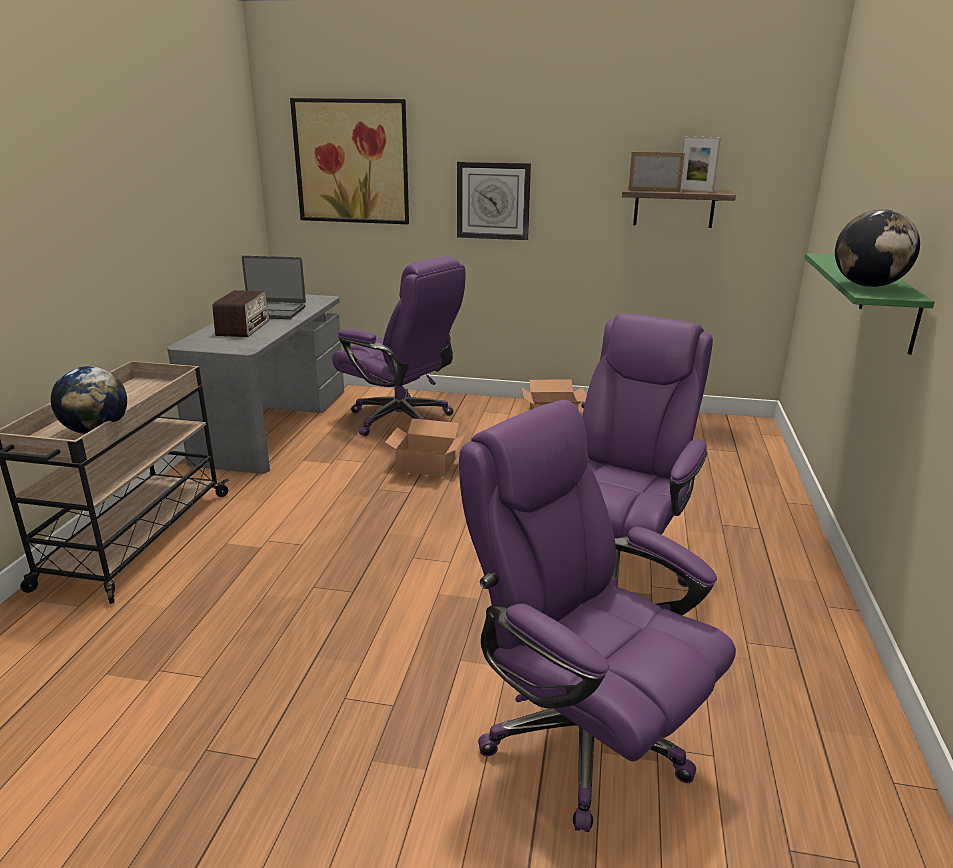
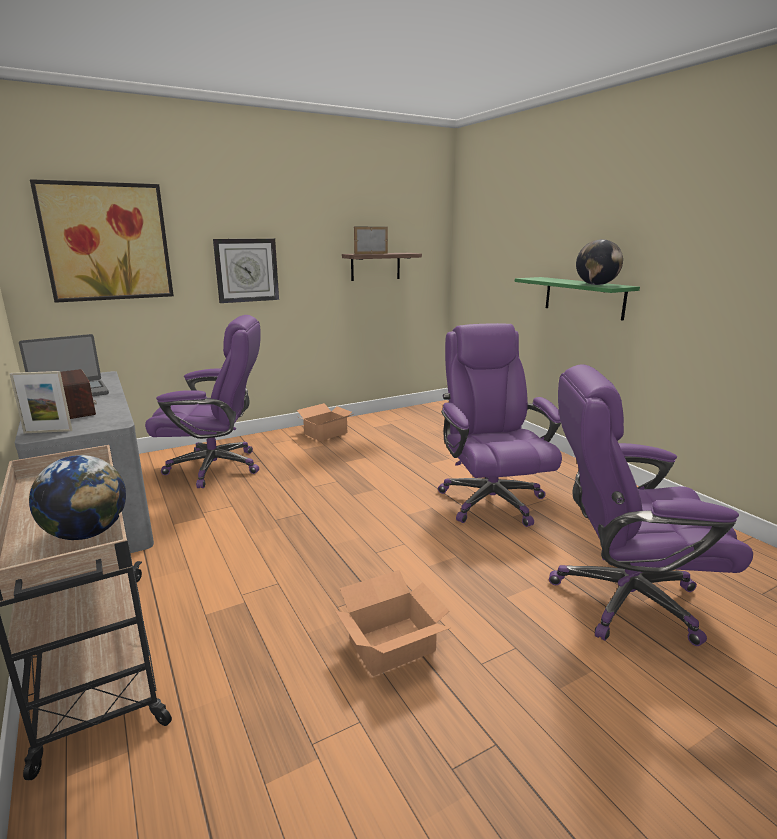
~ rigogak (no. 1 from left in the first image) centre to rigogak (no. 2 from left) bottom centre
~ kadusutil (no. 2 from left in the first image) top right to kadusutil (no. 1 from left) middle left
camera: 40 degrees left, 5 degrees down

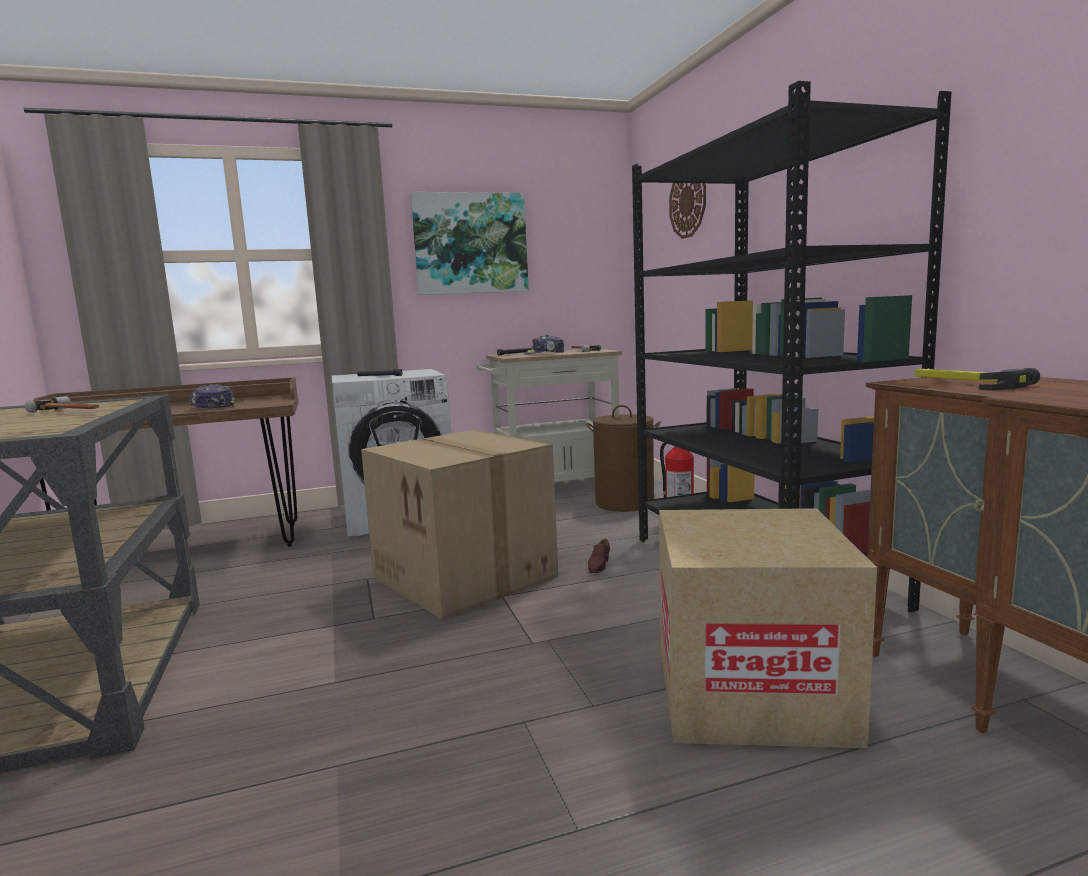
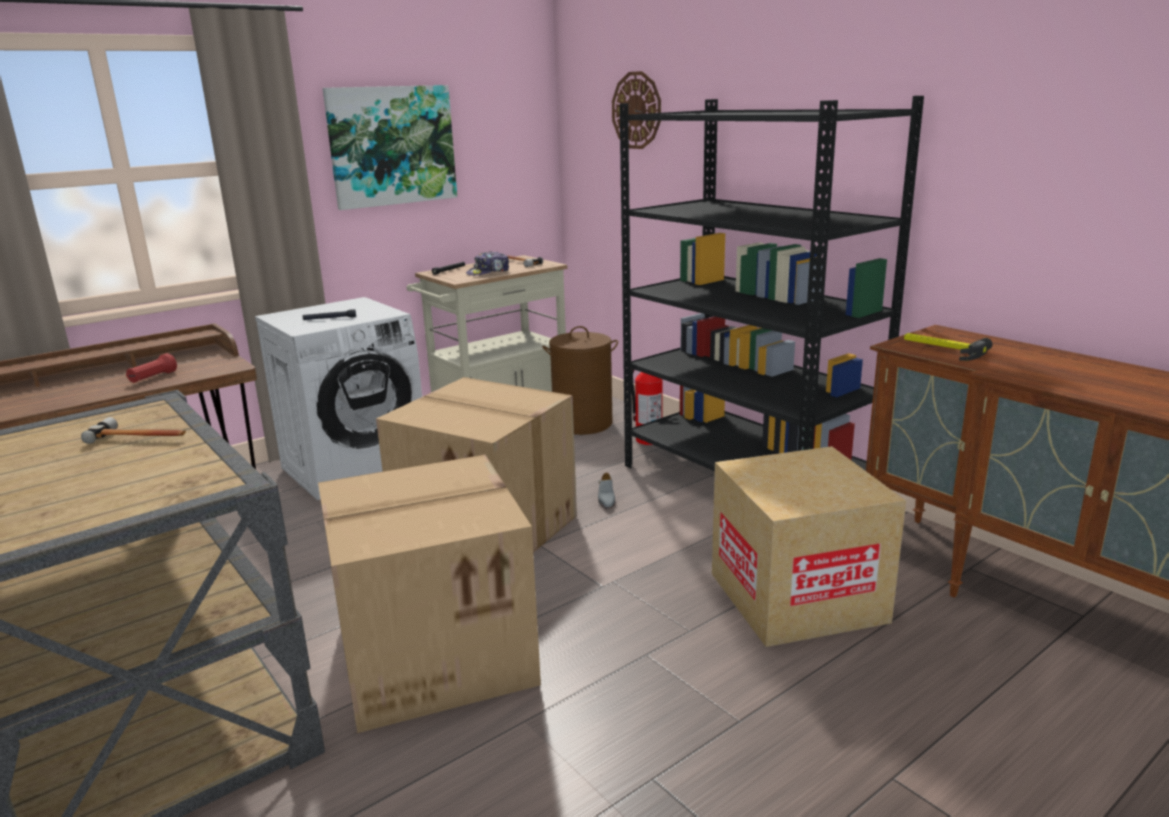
+ rigogak (no. 1 from left) bottom centre
~ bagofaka (no. 1 from left) middle left to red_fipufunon middle left
~ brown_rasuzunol centre to grey_rasuzunol centre
camera: 20 degrees left, 10 degrees up

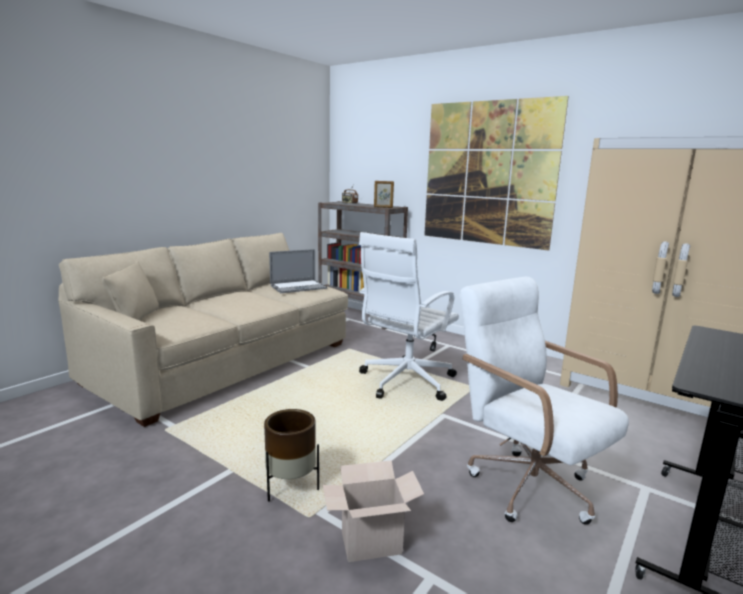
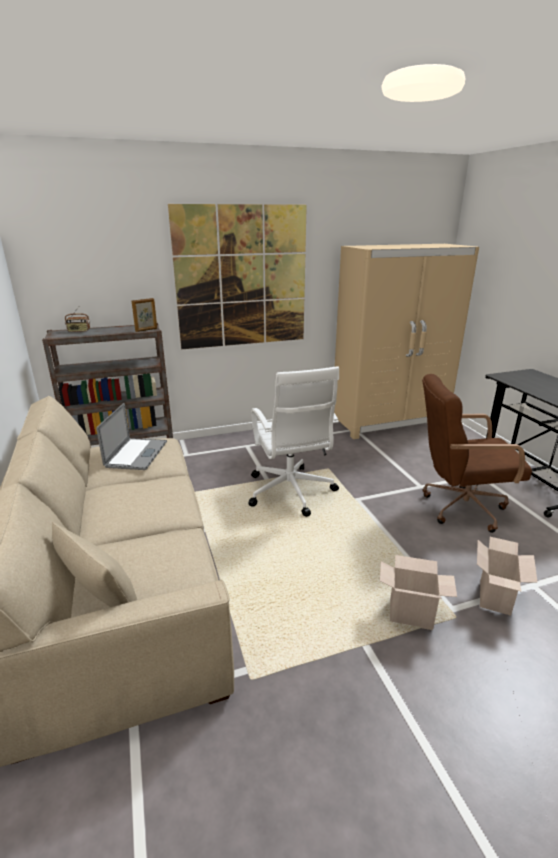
~ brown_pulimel bottom centre to rigogak (no. 1 from left) bottom right
~ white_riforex (no. 2 from left) bottom right to brown_riforex middle right
camera: 55 degrees left, 10 degrees up

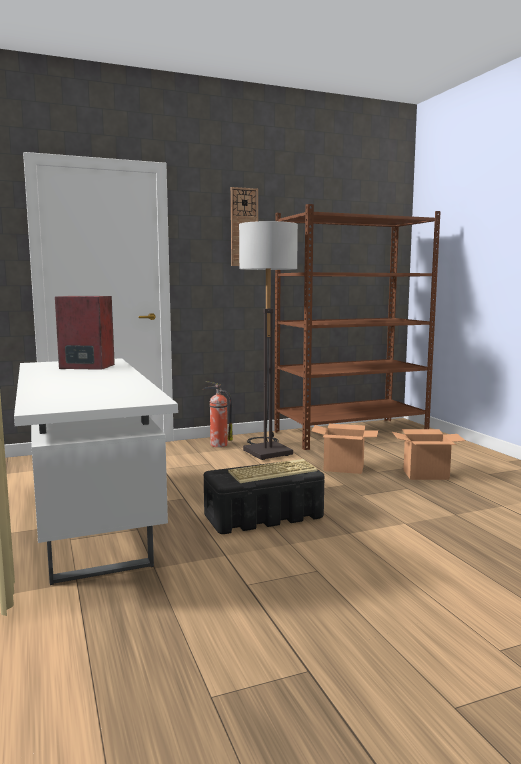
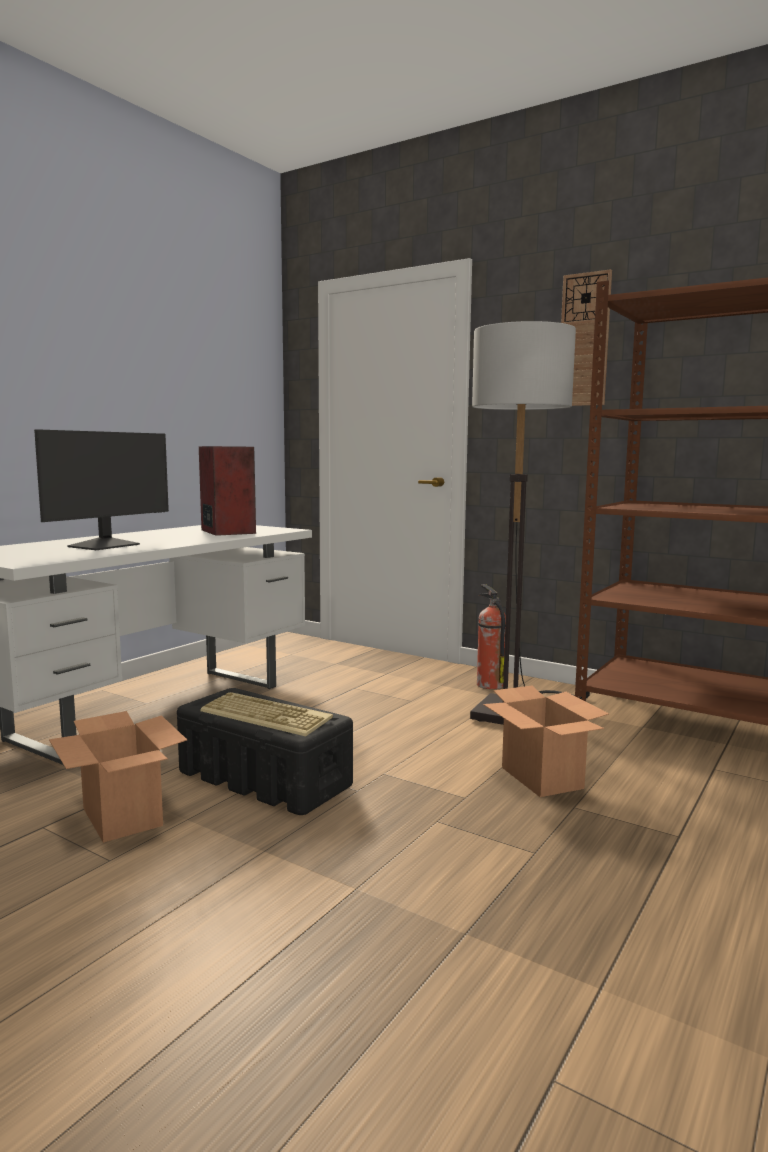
+ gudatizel middle left
~ rigogak (no. 2 from left in the first image) middle right to rigogak (no. 1 from left) bottom left
camera: 55 degrees right, 0 degrees up

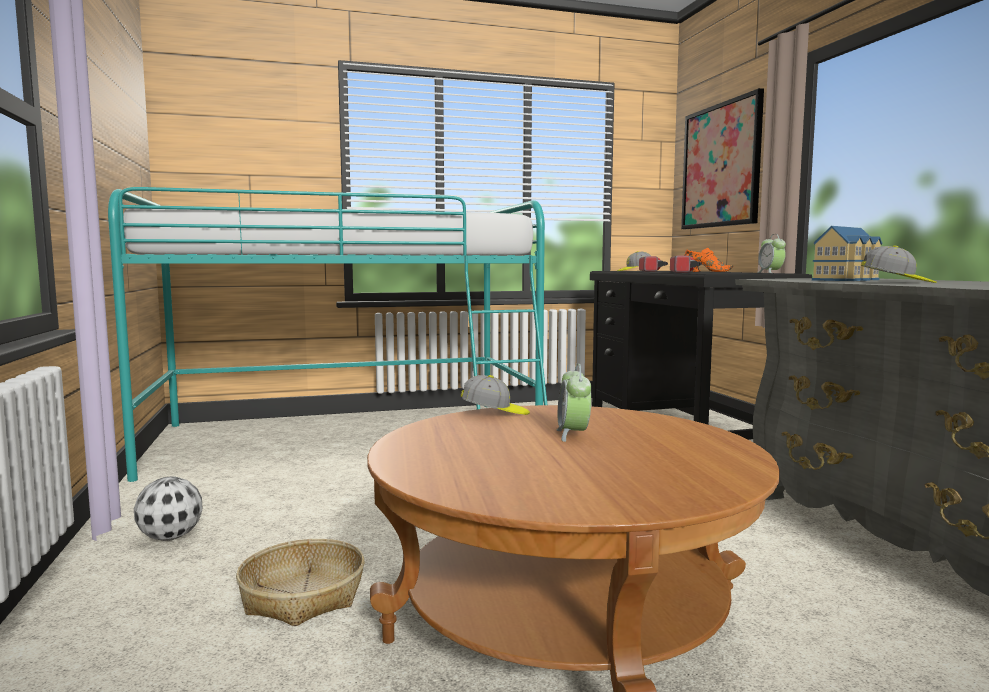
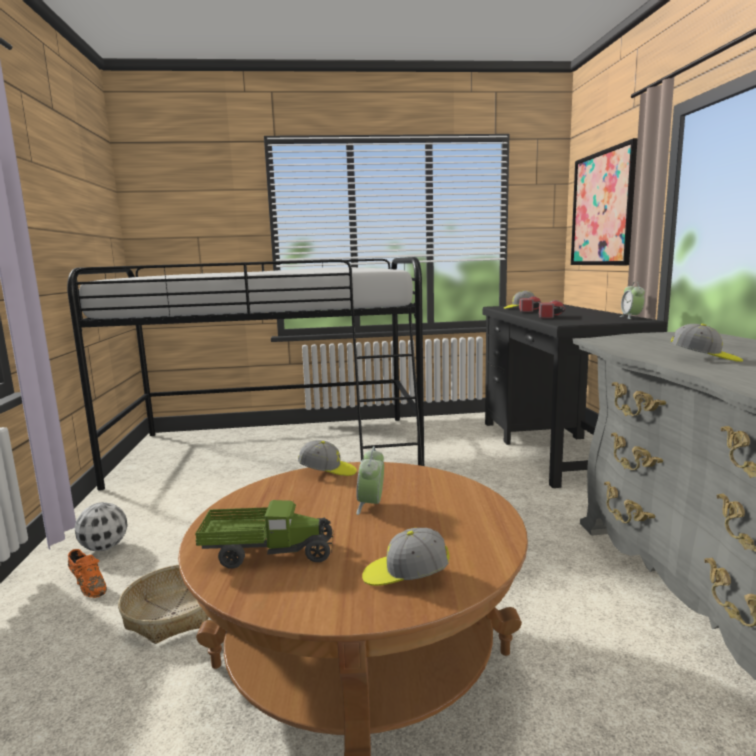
- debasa middle right
+ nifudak bottom centre
+ bagofaka (no. 2 from left) bottom centre
~ orange_rasuzunol middle right to bottom left
~ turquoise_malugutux middle left to black_malugutux middle left
camera: 10 degrees right, 5 degrees up

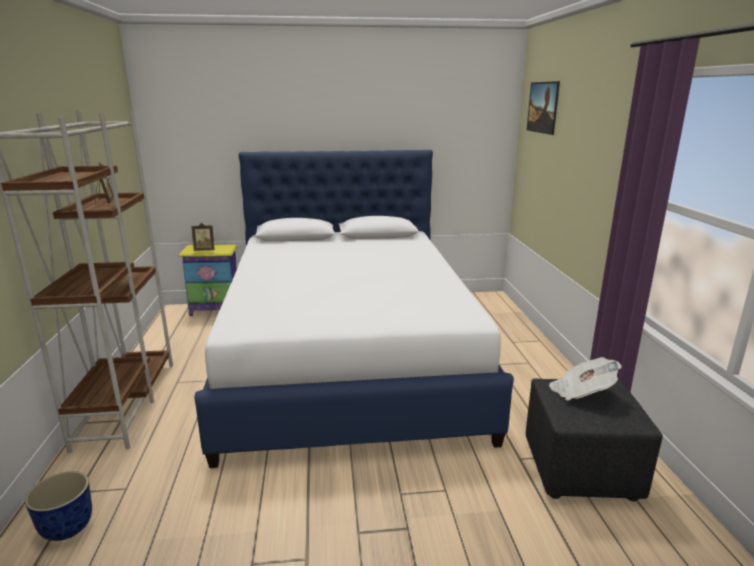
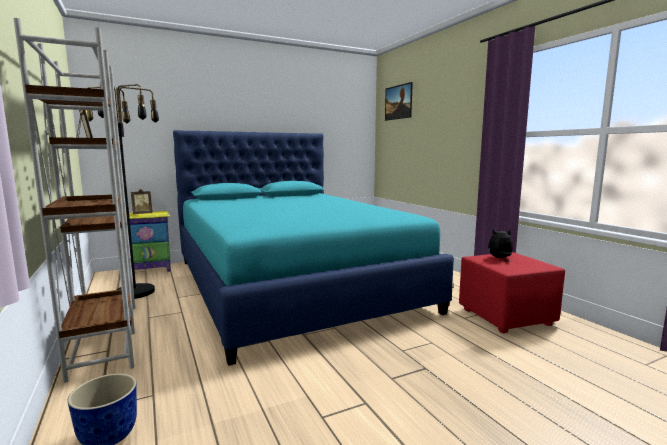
+ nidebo middle left
~ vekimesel bottom right to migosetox middle right
~ white_malugutux centre to turquoise_malugutux centre
~ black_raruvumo bottom right to red_raruvumo middle right
camera: 20 degrees left, 10 degrees down

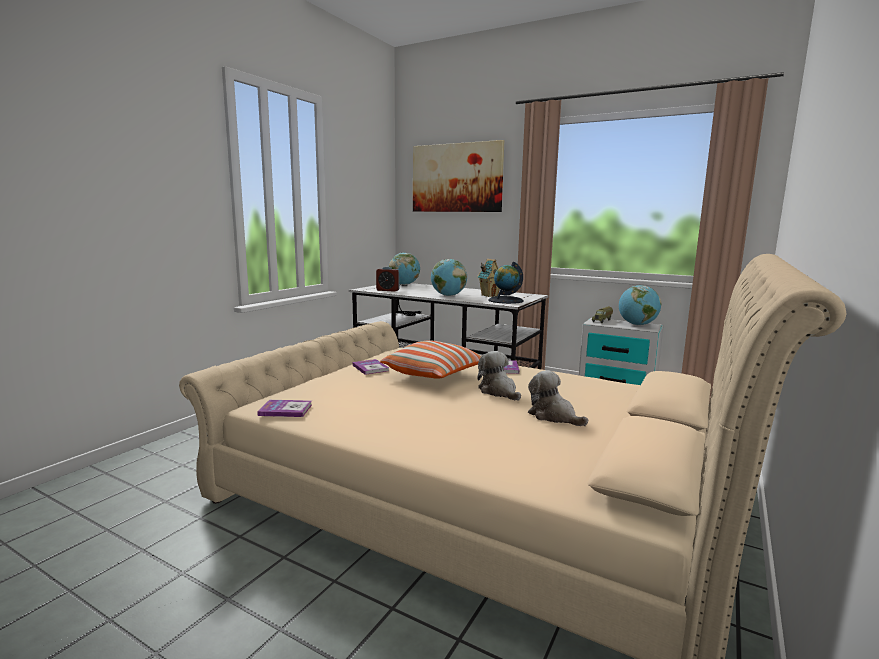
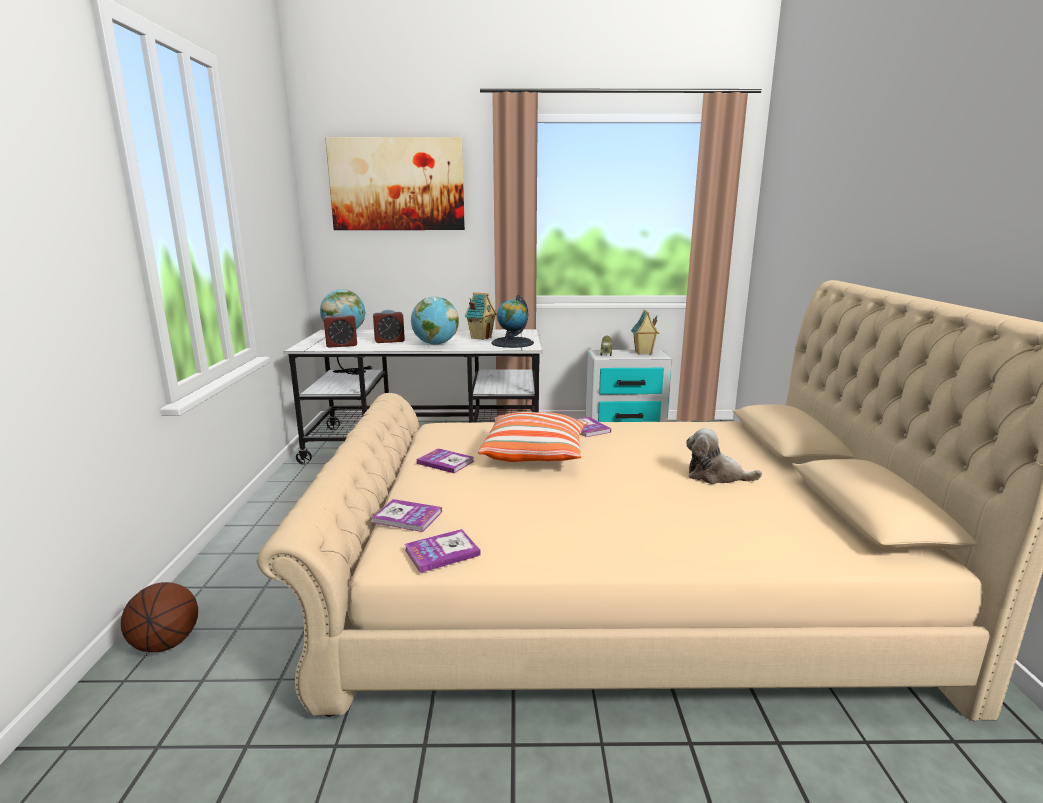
- migosetox (no. 1 from left) centre
+ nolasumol bottom left
+ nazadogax (no. 1 from left) centre
+ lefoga (no. 2 from left) centre
~ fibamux (no. 4 from left) middle right to debasa (no. 2 from left) centre
camera: 30 degrees left, 5 degrees up

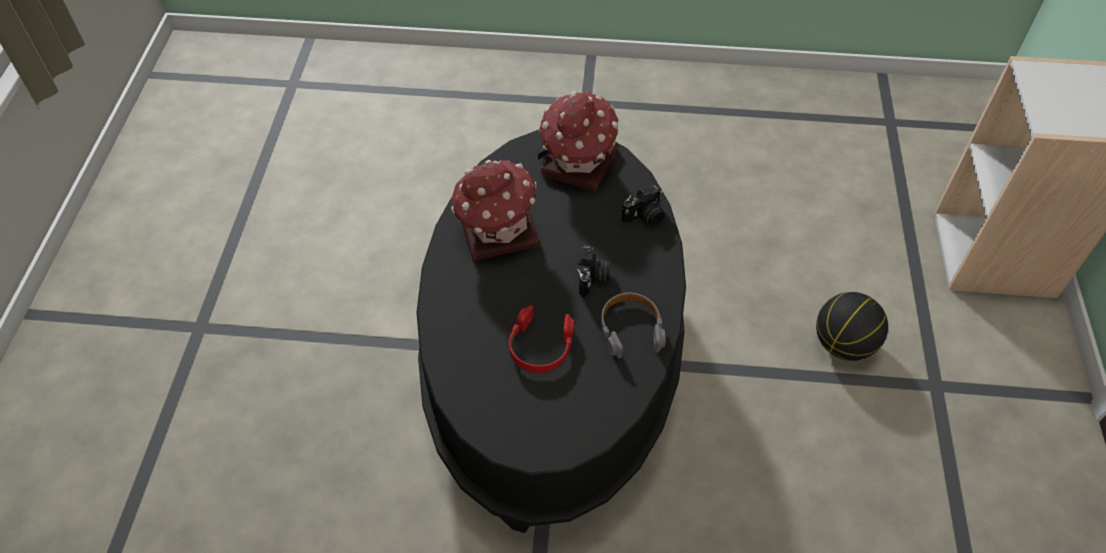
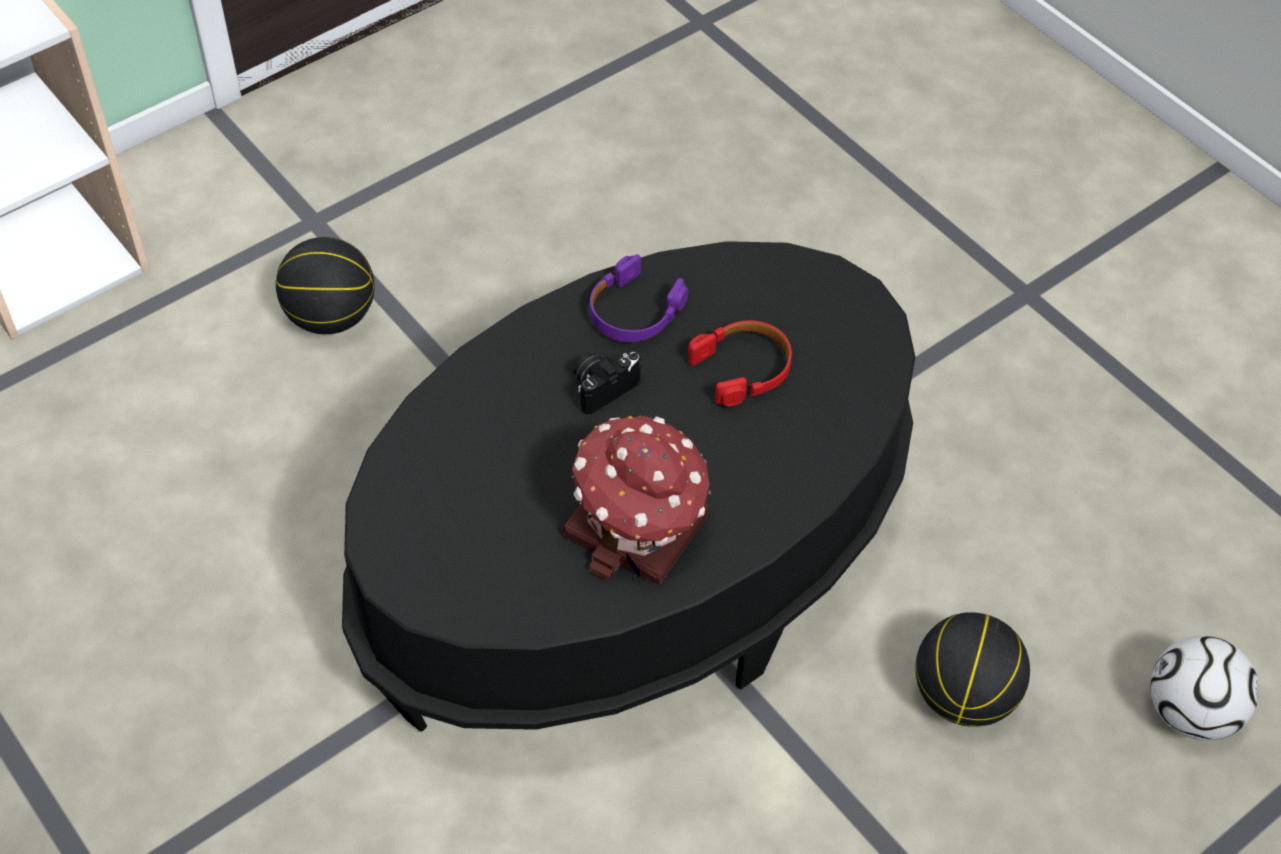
- debasa (no. 2 from left) top centre
- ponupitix (no. 2 from left) centre
+ nolasumol (no. 2 from left) bottom right
+ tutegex bottom right
~ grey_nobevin centre to purple_nobevin centre
camera: 135 degrees left, 0 degrees up

